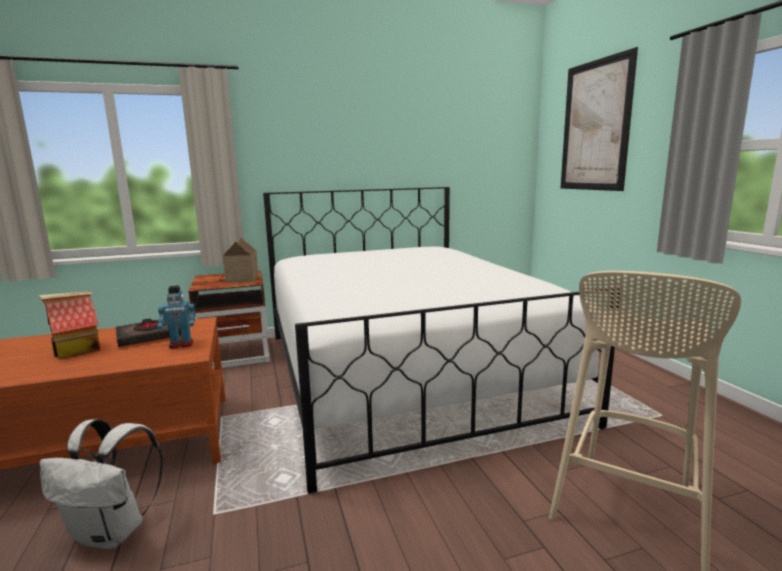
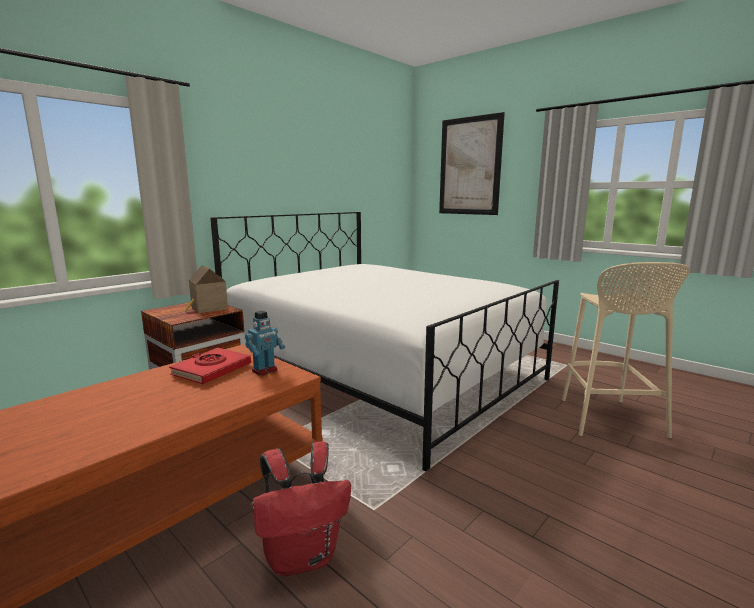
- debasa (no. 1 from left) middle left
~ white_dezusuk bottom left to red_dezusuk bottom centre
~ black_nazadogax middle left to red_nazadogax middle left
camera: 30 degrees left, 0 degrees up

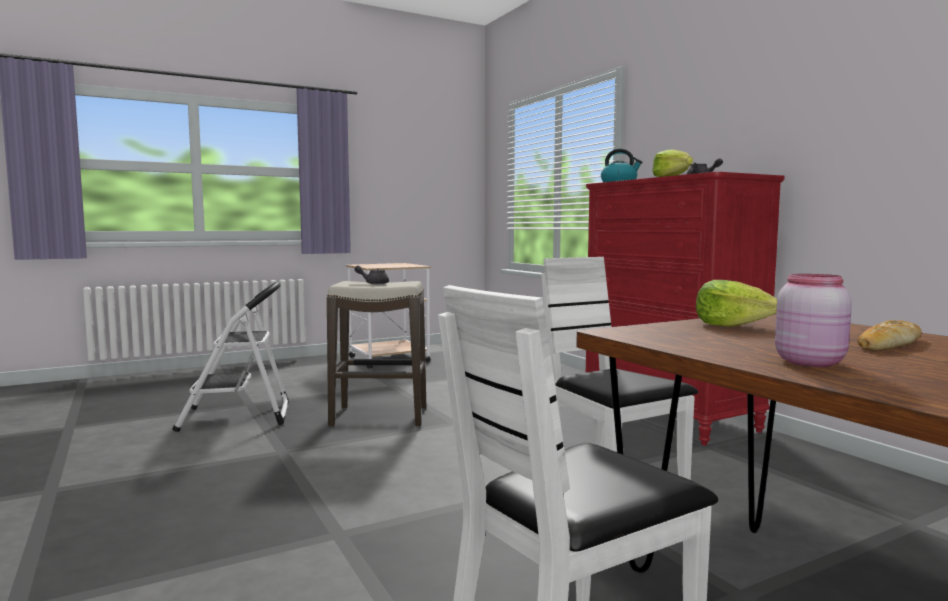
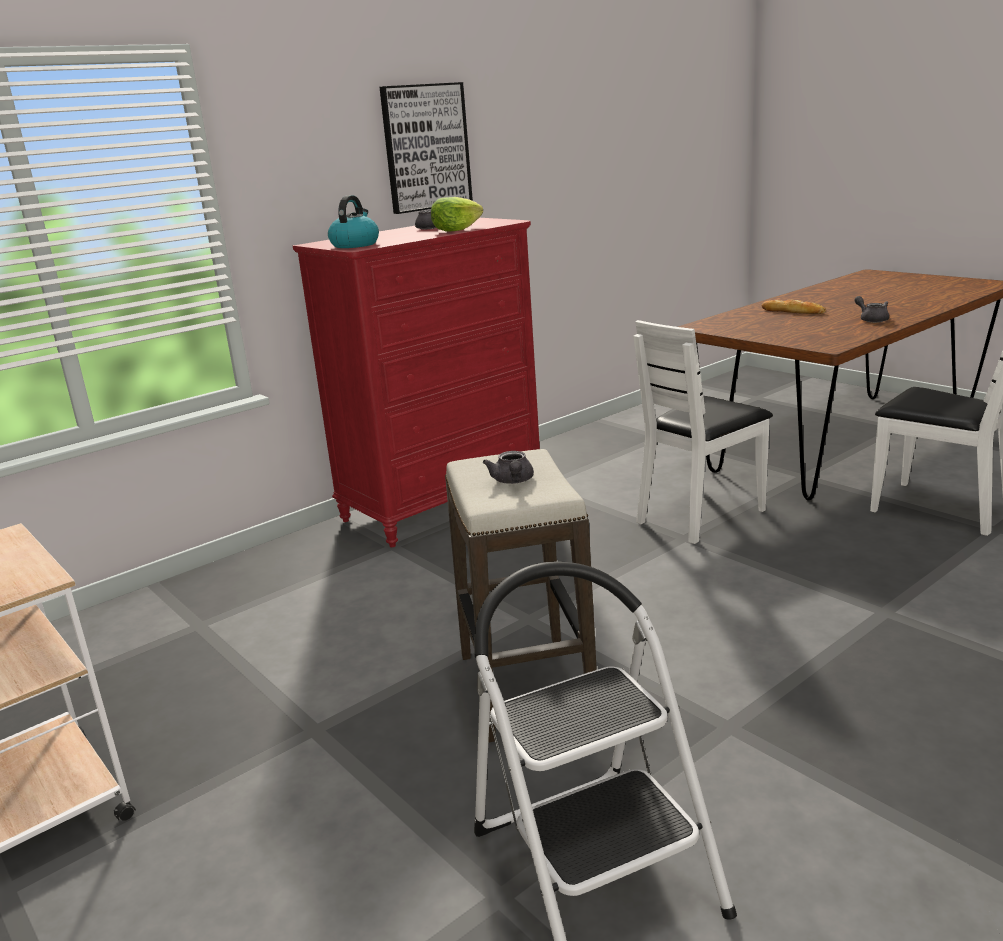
- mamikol (no. 2 from left) middle right
+ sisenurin top centre
~ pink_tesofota middle right to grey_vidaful (no. 3 from left) top right
camera: 100 degrees left, 15 degrees up

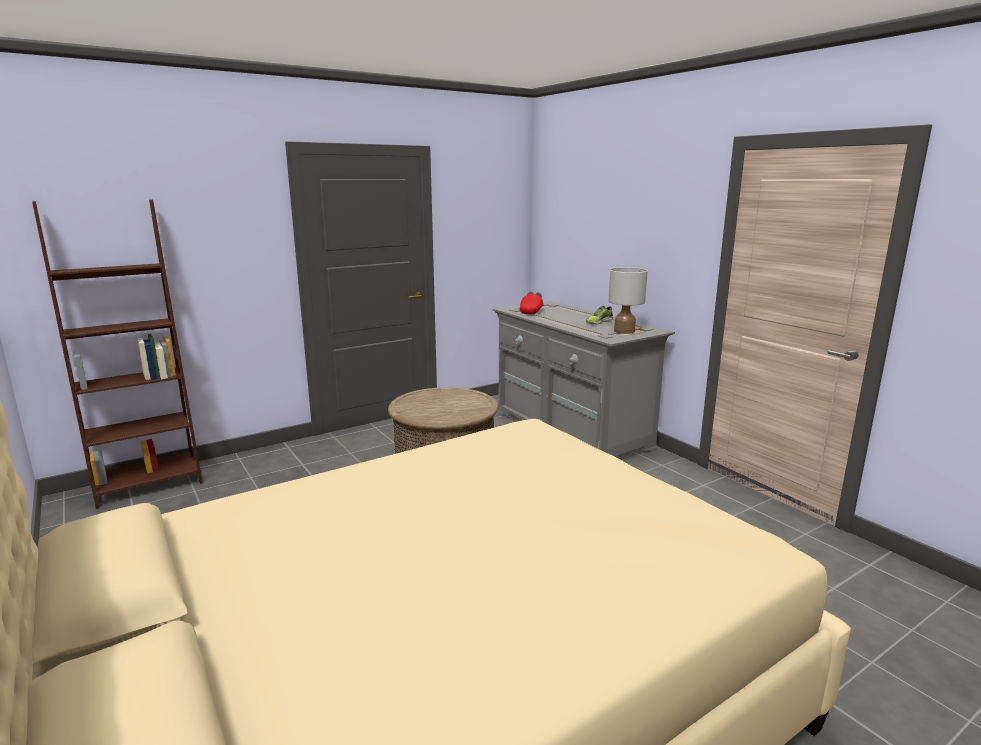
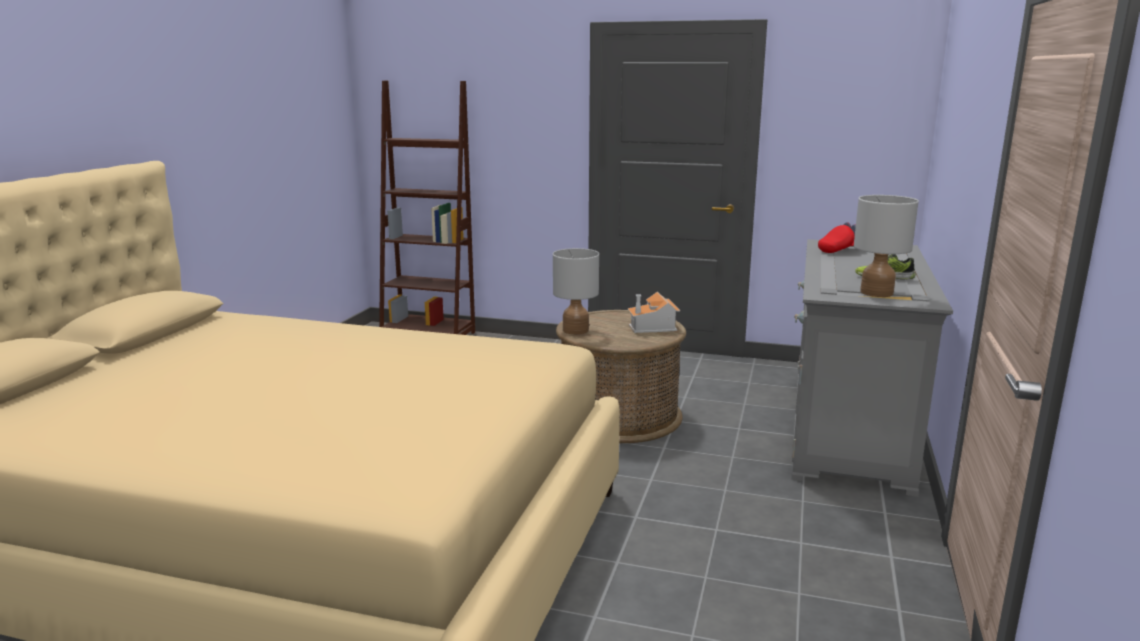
+ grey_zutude (no. 1 from left) centre
+ debasa centre
camera: 50 degrees right, 0 degrees up

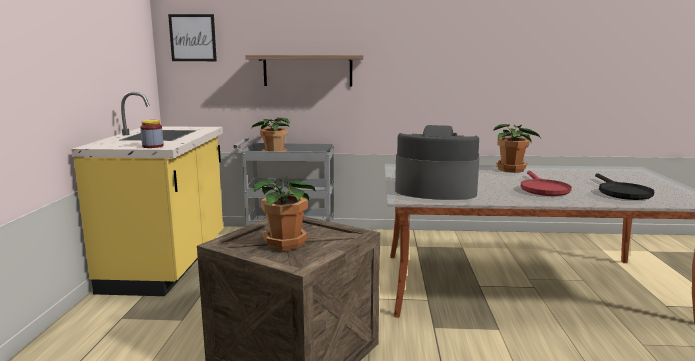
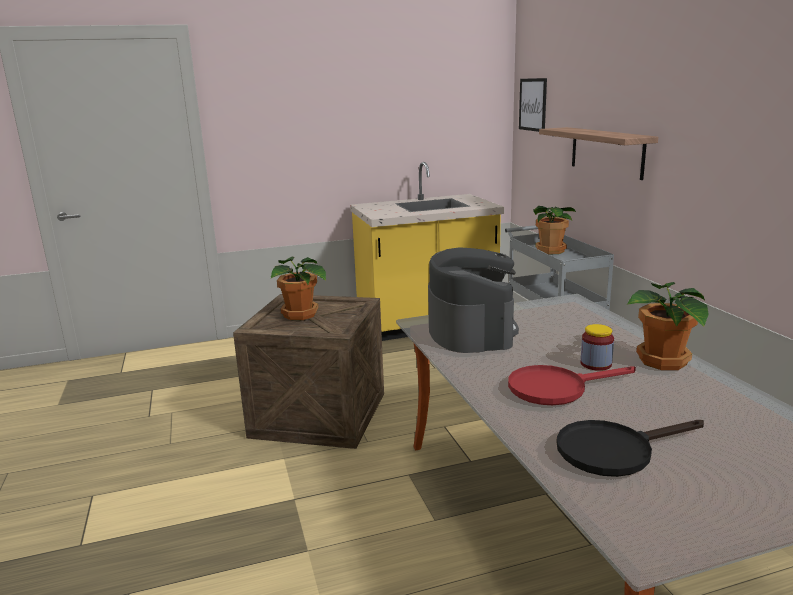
~ tesofota middle left to middle right
camera: 70 degrees right, 5 degrees up

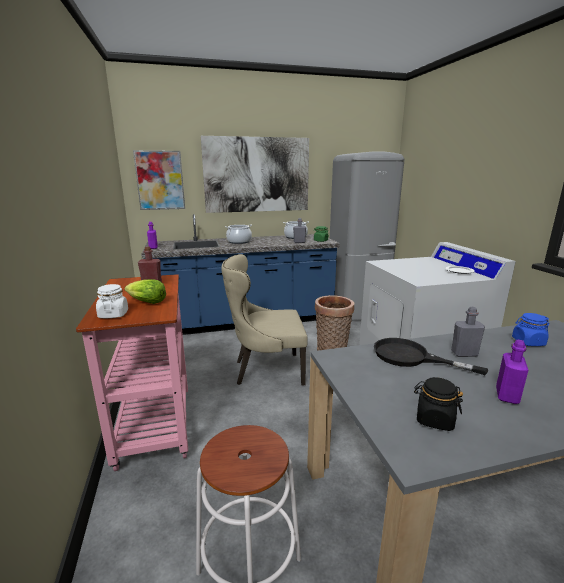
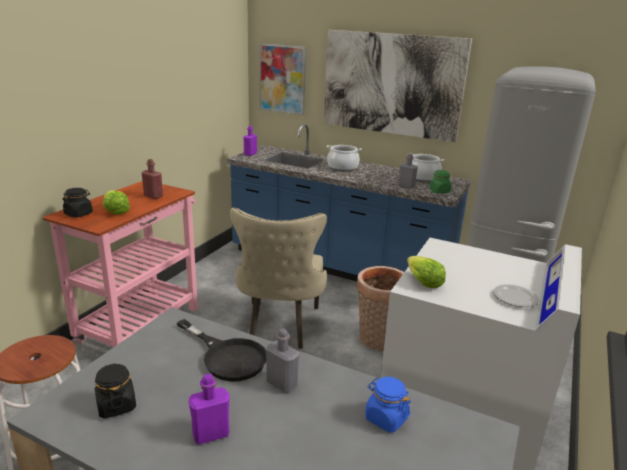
+ mamikol (no. 2 from left) middle right
~ white_tesofota middle left to black_tesofota (no. 1 from left) middle left
~ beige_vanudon centre = centre 120 degrees counterclockwise
~ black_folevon middle right = bottom centre 150 degrees clockwise
camera: 40 degrees right, 5 degrees up

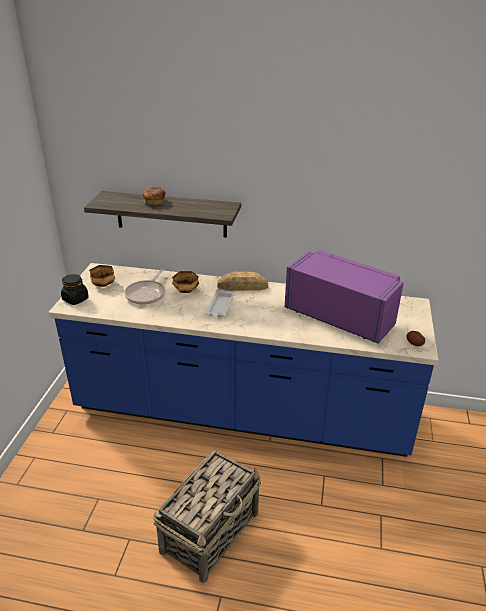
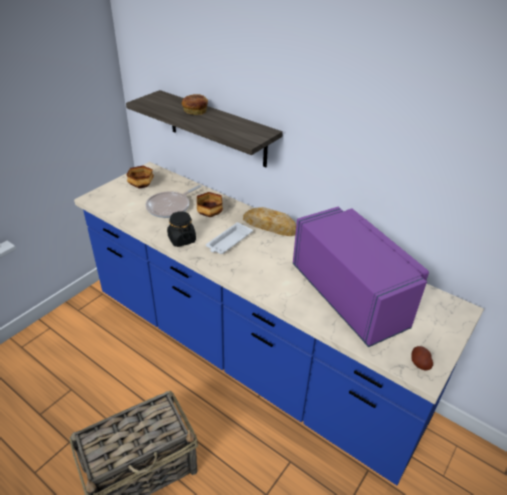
~ black_tesofota middle left to centre
camera: 25 degrees right, 5 degrees up

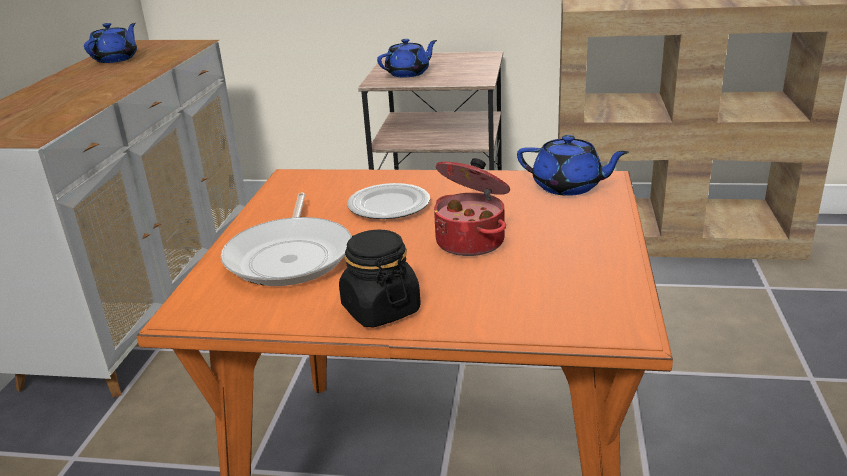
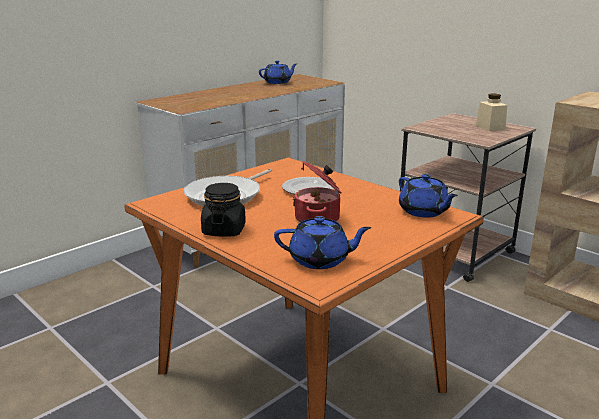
+ beige_tesofota top right
~ blue_vidaful (no. 2 from left) top centre to centre
camera: 35 degrees right, 5 degrees down

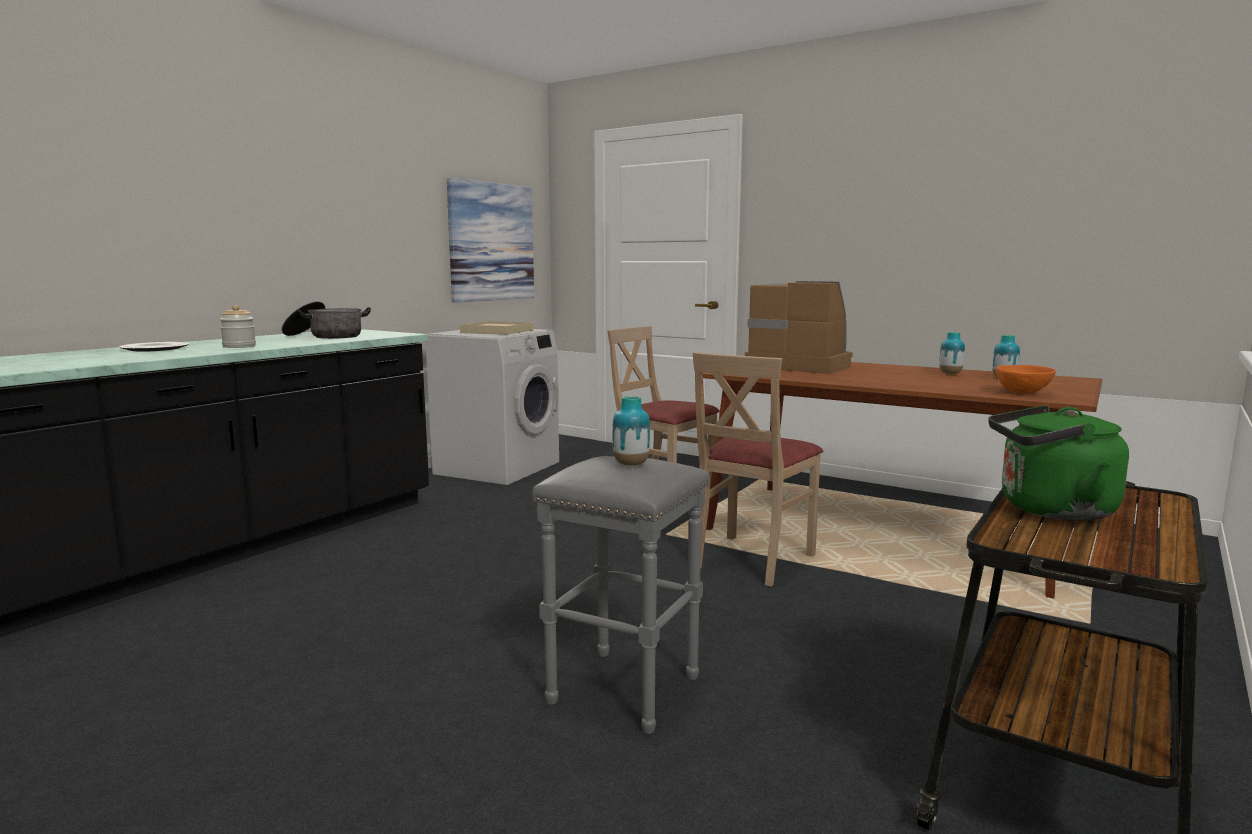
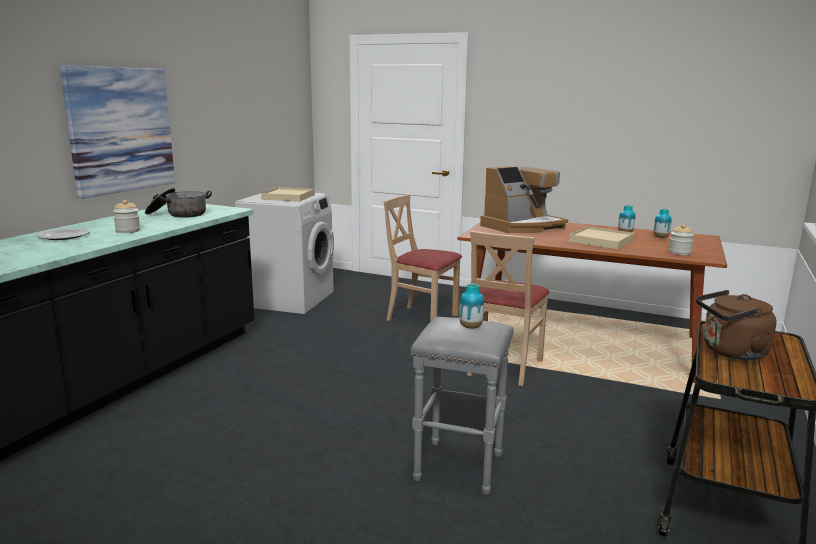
+ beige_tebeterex (no. 2 from left) middle right
~ sisenurin top centre to top left
~ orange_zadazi middle right to tesofota (no. 2 from left) middle right
~ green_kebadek middle right to brown_kebadek middle right
~ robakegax centre = centre 120 degrees clockwise
camera: 10 degrees left, 5 degrees up

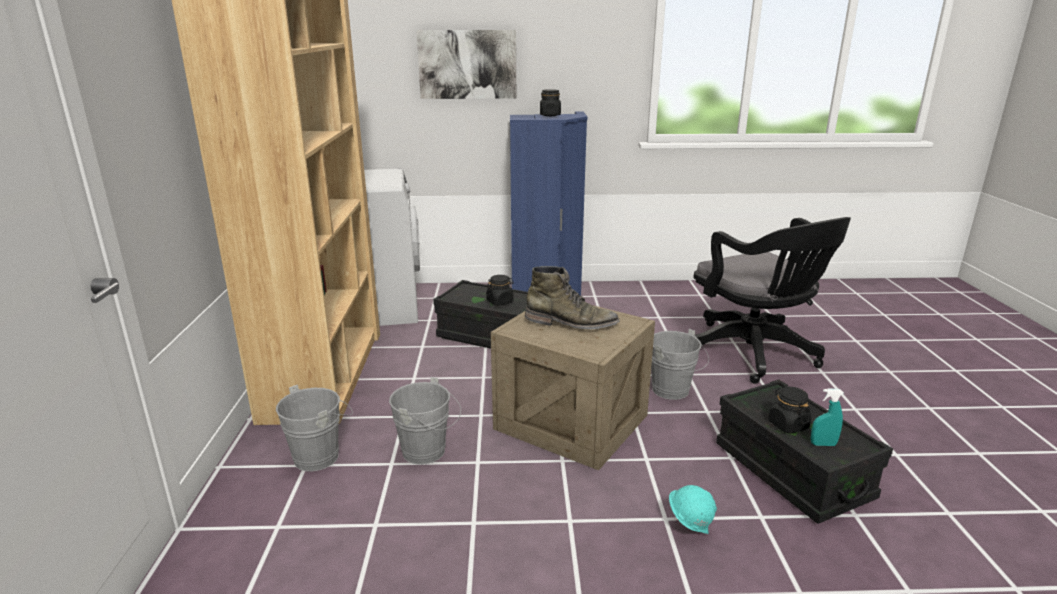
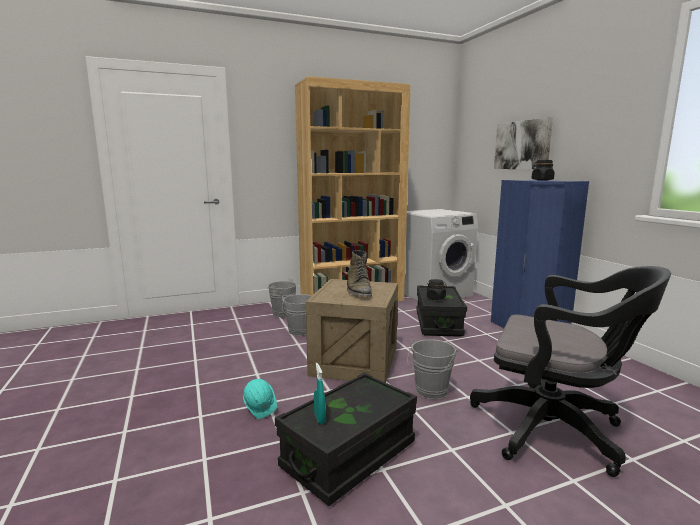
- black_tesofota (no. 3 from left) bottom right
~ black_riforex middle right = bottom right 105 degrees counterclockwise
camera: 70 degrees right, 10 degrees down

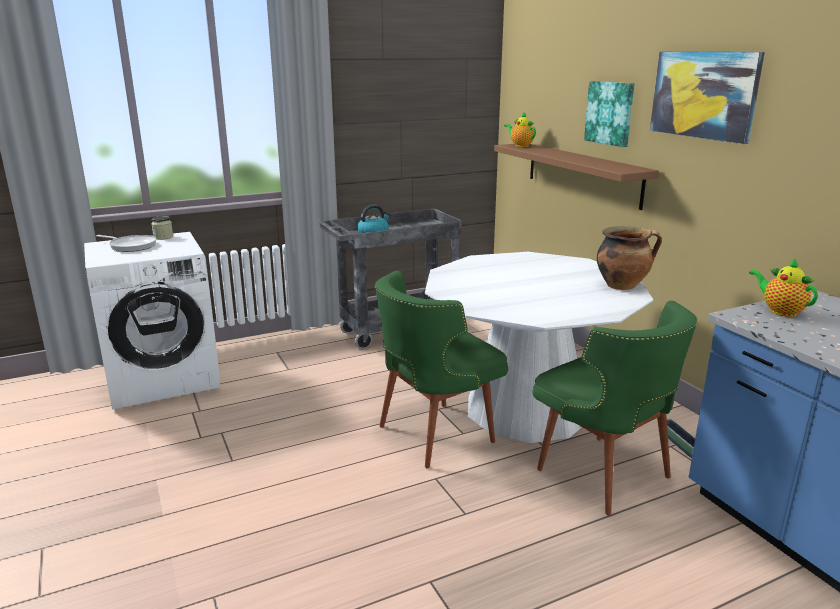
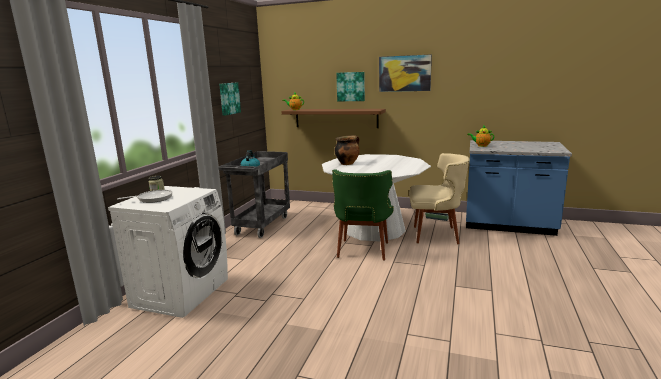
+ sisenurin (no. 1 from left) top centre
~ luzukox middle right to centre
~ green_vanudon (no. 2 from left) bottom right to beige_vanudon centre
camera: 45 degrees left, 5 degrees down

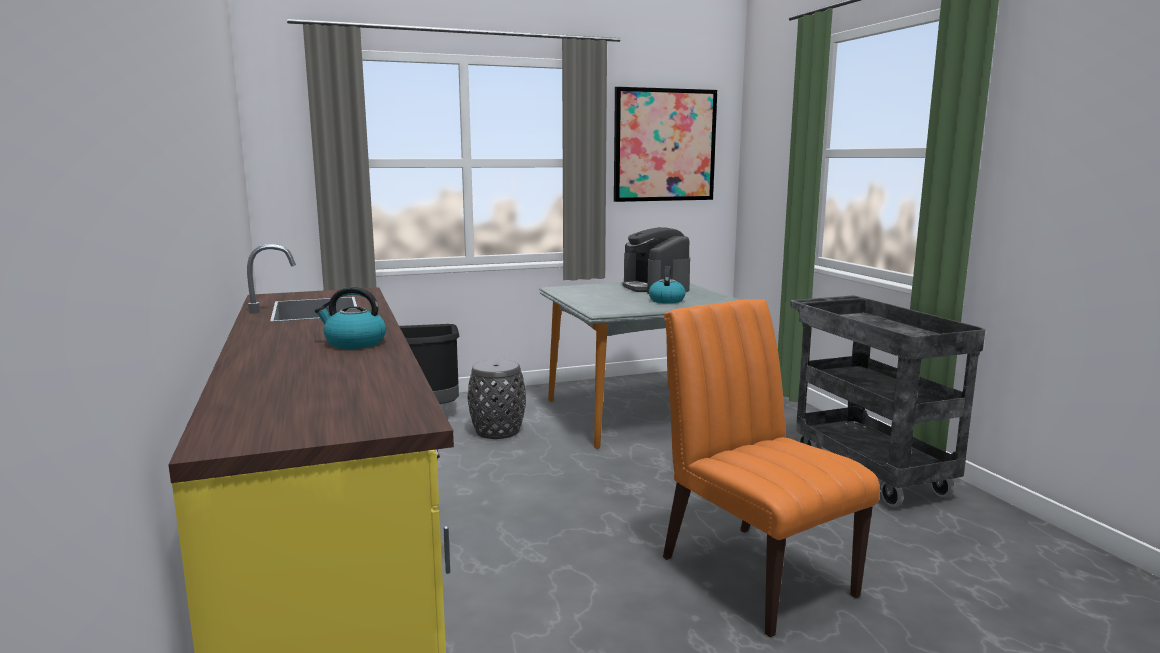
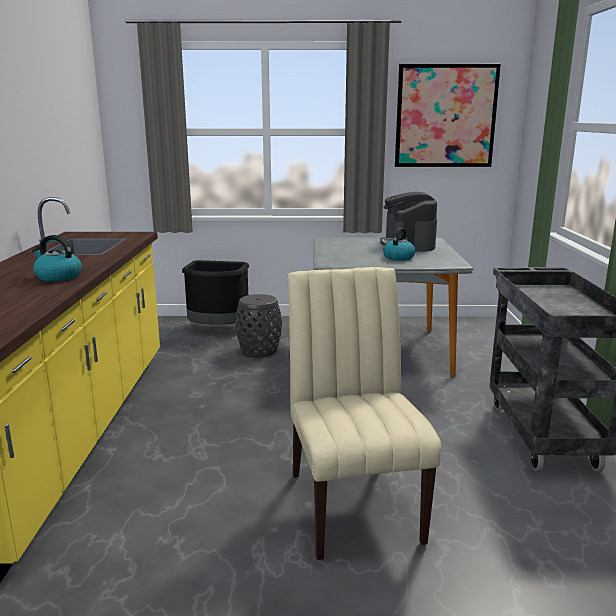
~ orange_vanudon bottom centre to beige_vanudon bottom centre
camera: 20 degrees right, 5 degrees up

